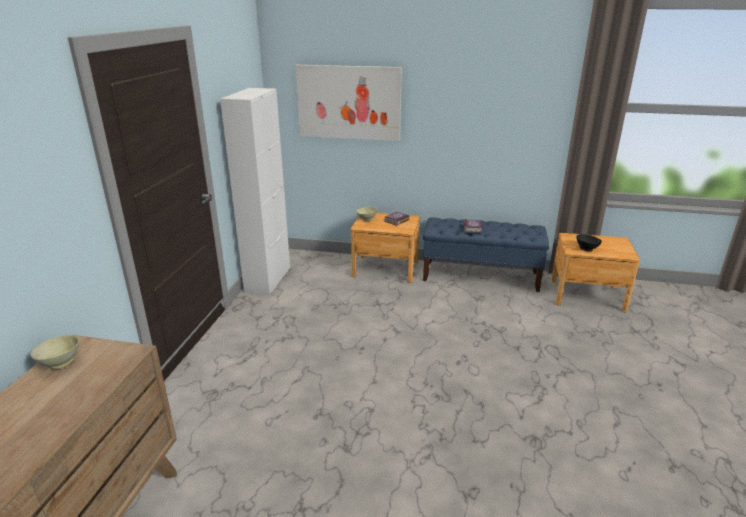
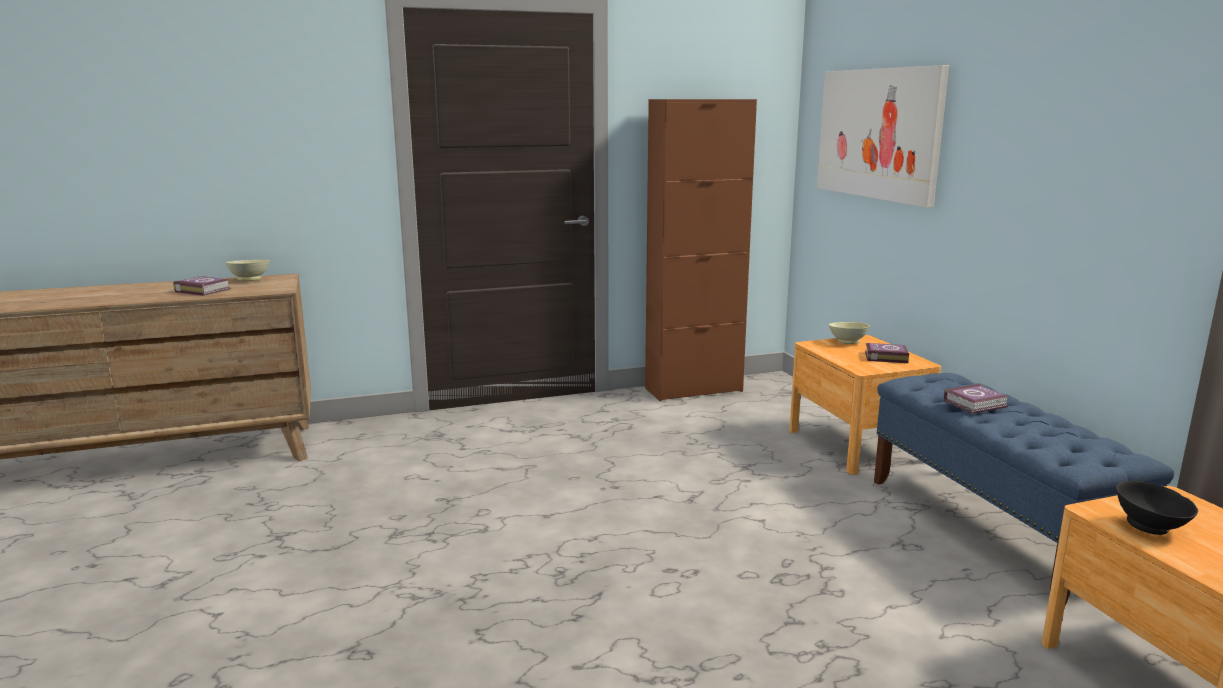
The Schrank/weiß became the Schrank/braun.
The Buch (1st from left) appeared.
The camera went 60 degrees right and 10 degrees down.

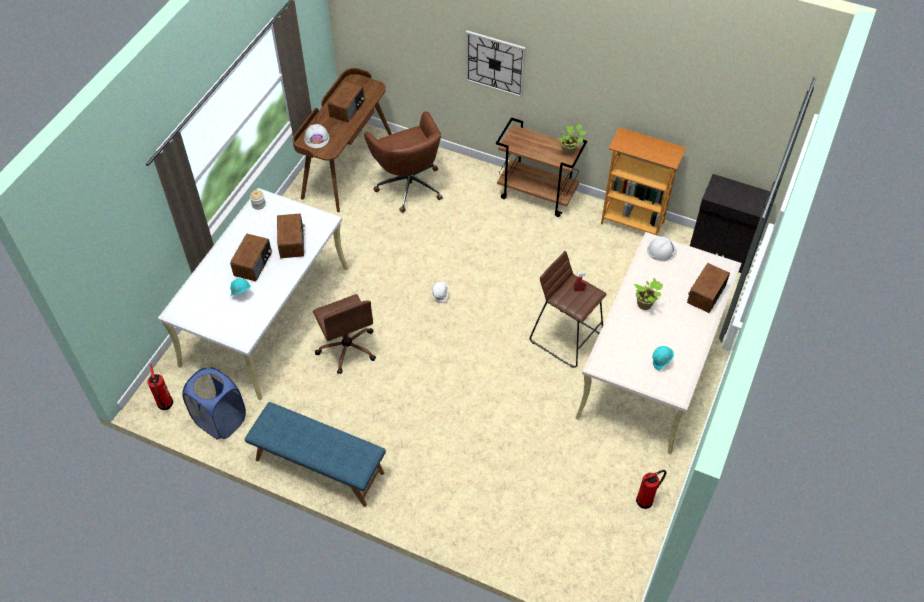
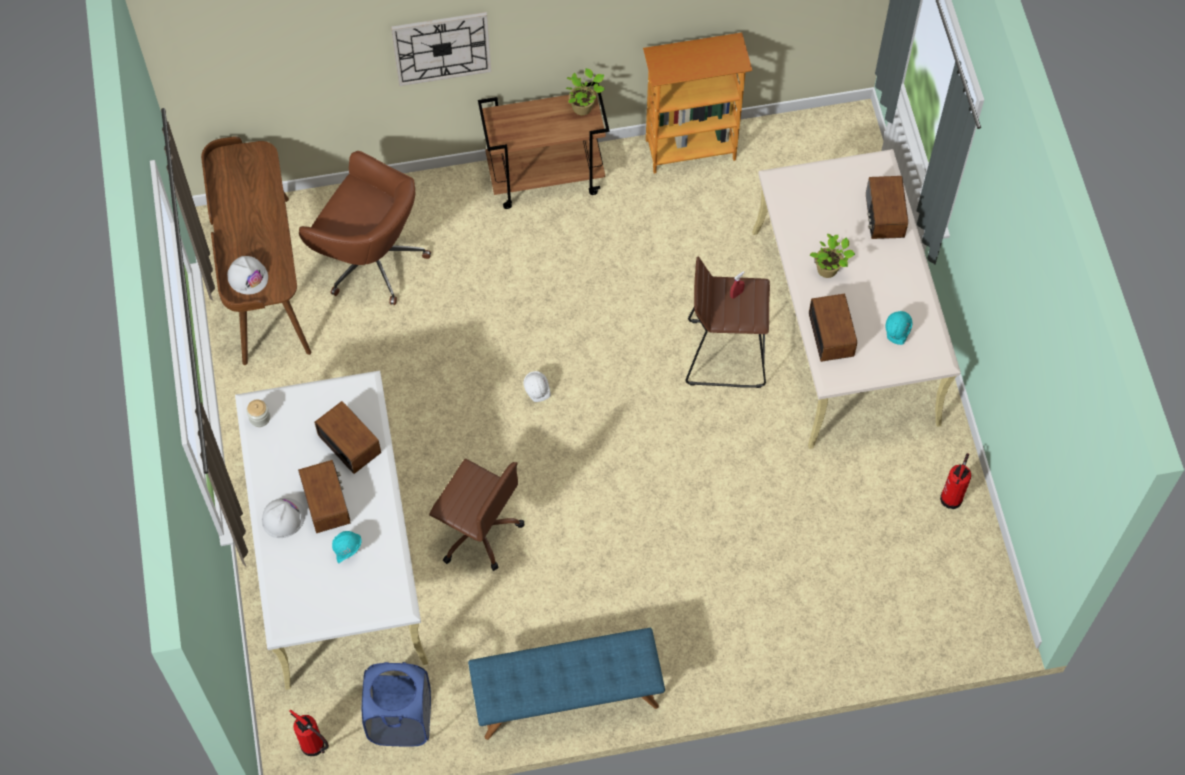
The Radio (3rd from left) moved.
The Schrank/schwarz disappeared.
The Schutzhelm/weiß (3rd from left in the first image) moved.
The camera went 35 degrees left and 10 degrees up.

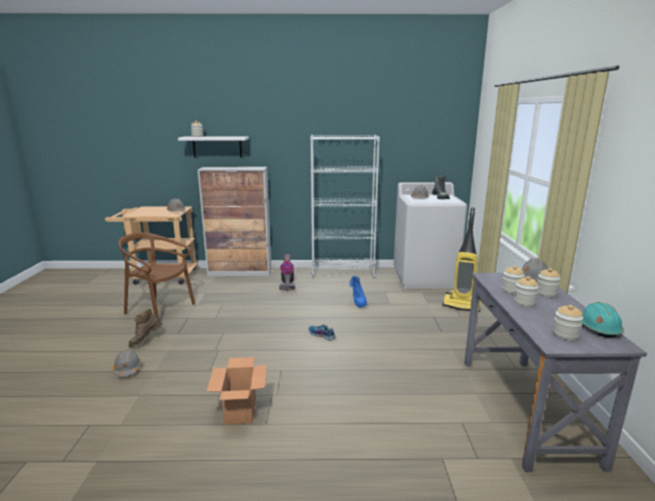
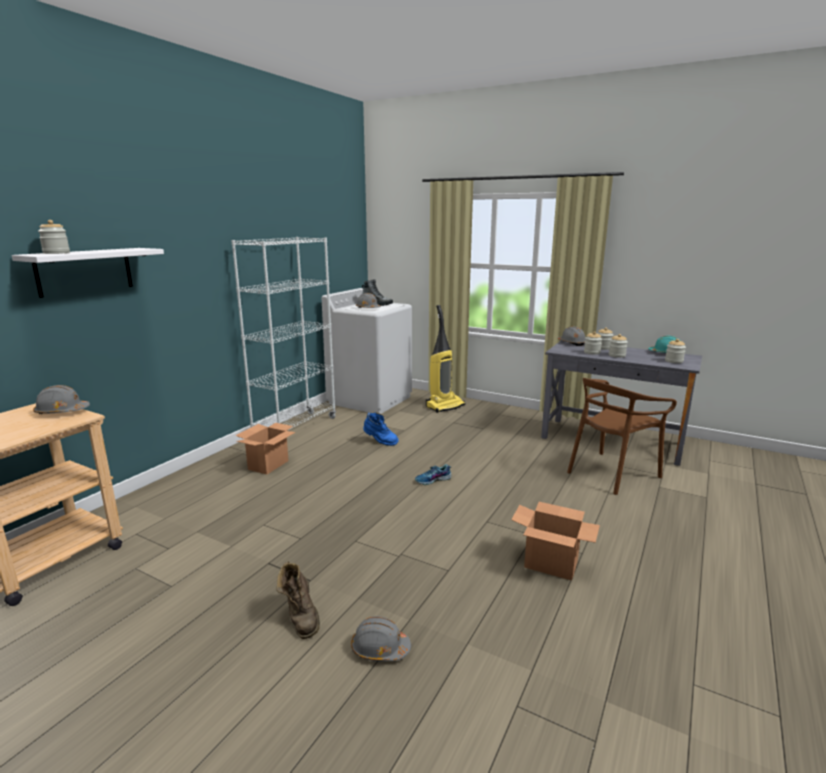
The Schrank disappeared.
The Stuhl/braun moved.
The Staubsauger (1st from left) was replaced by the Karton (1st from left).
The camera went 60 degrees left and 0 degrees up.

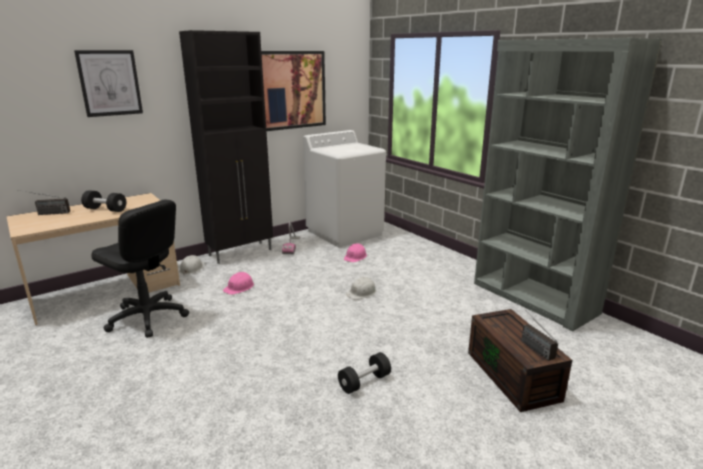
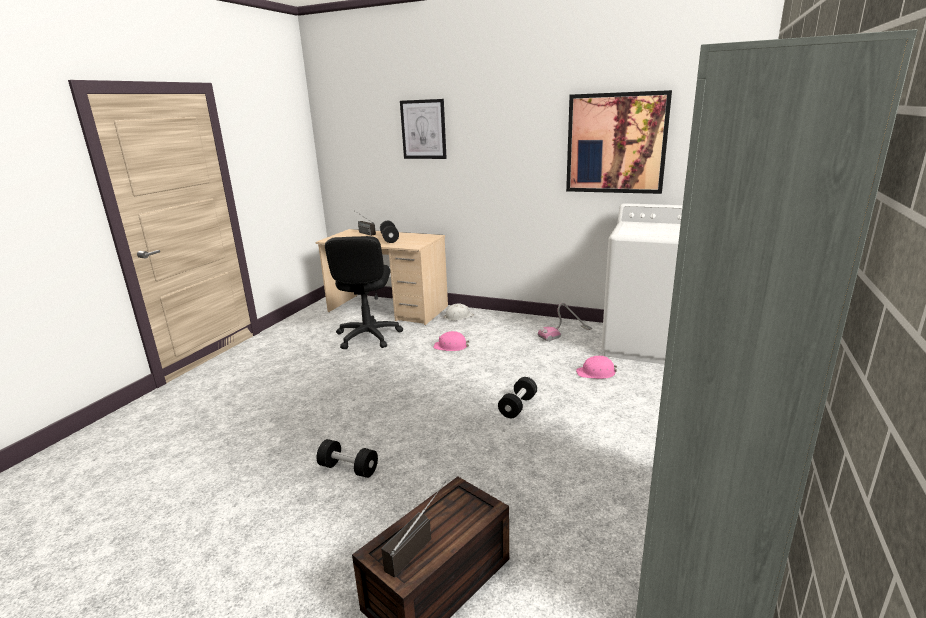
The Schrank/schwarz disappeared.
The Schutzhelm/weiß (2nd from left) was replaced by the Hantel/schwarz (3rd from left).
The camera went 60 degrees right and 0 degrees up.

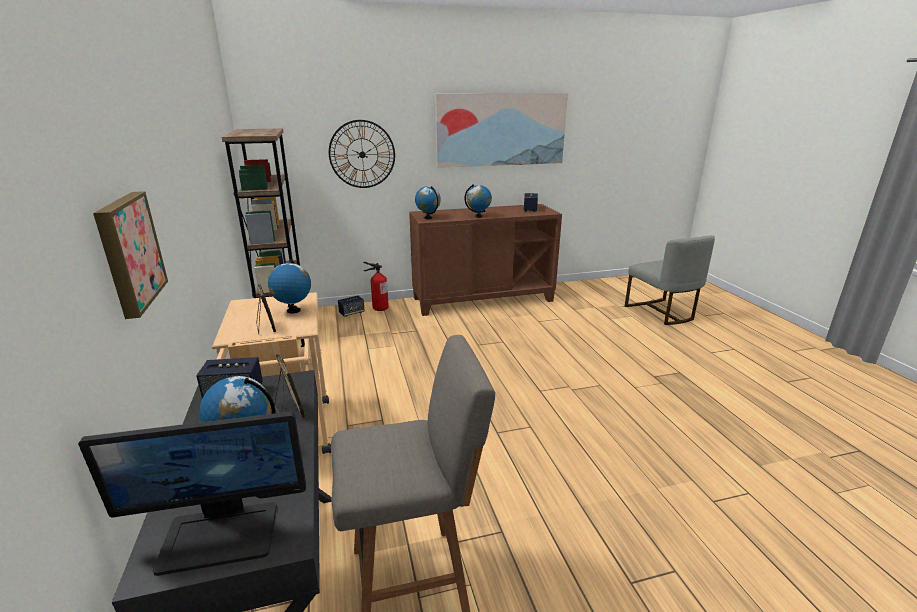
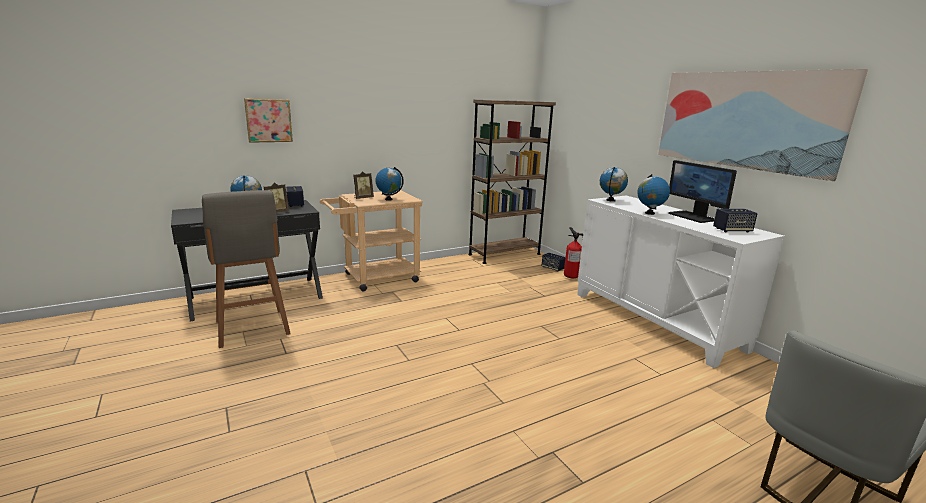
The Wanduhr disappeared.
The Schrank/braun became the Schrank/weiß.
The Monitor moved.
The camera went 75 degrees right and 5 degrees down.

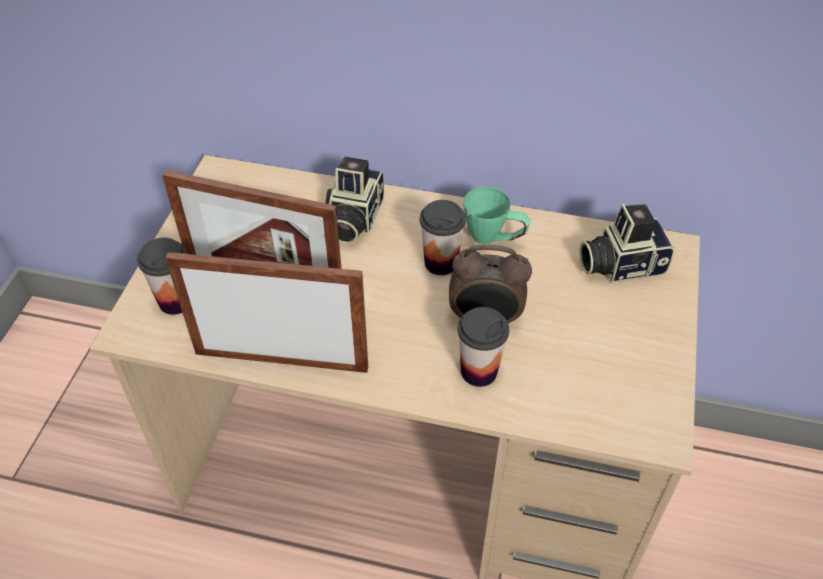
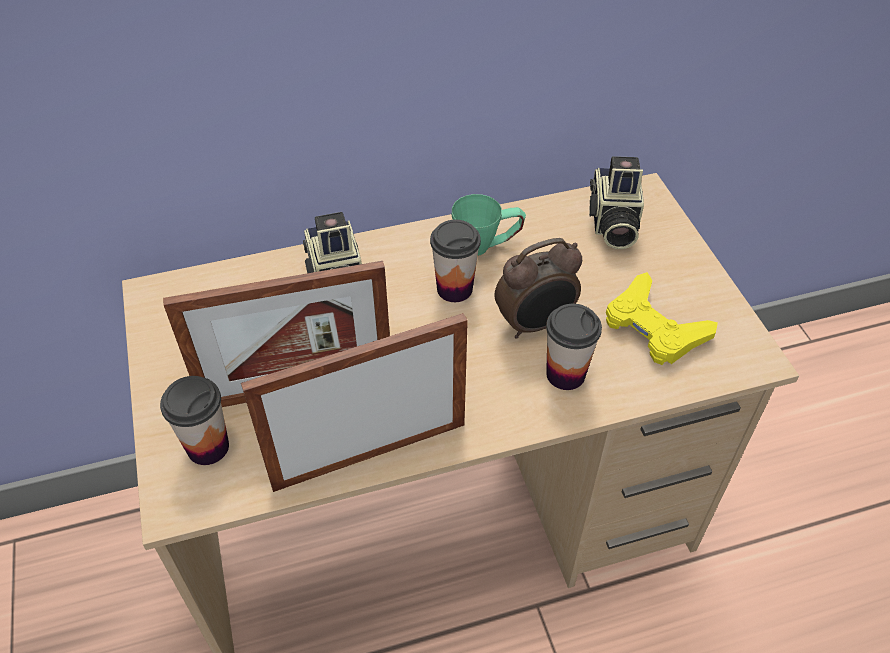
The Kamera (2nd from left) turned 45 degrees counterclockwise.
The Gamepad/gelb appeared.
The camera went 30 degrees left and 0 degrees up.

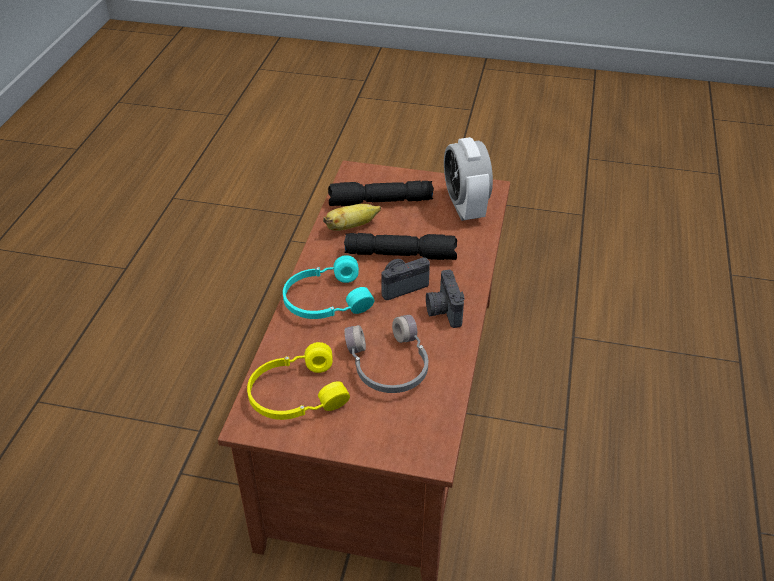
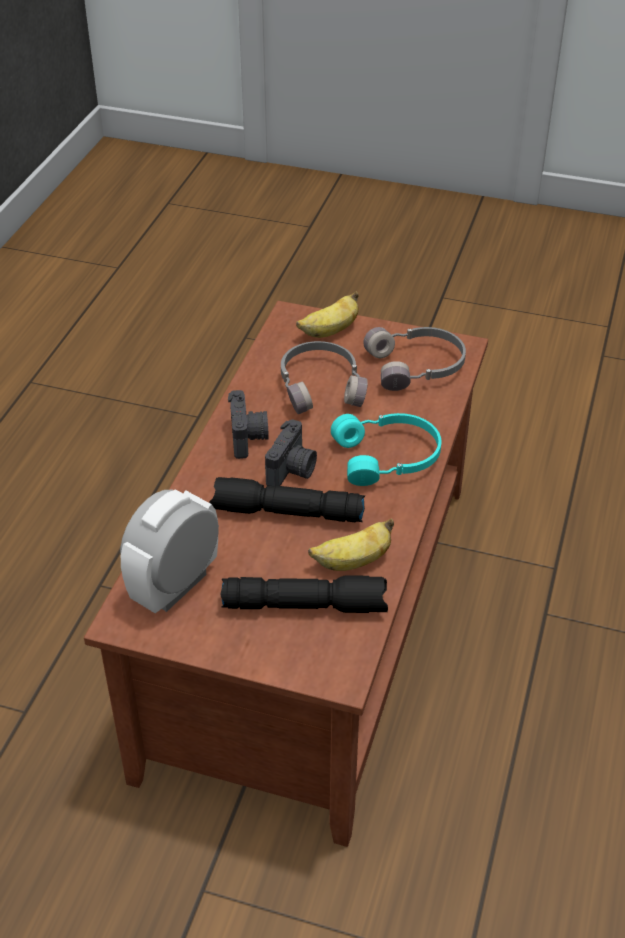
The Wecker turned 135 degrees counterclockwise.
The Kamera (1st from left in the first image) turned 45 degrees counterclockwise.
The Kopfhörer/gelb became the Kopfhörer/grau (2nd from left).
The Banane (1st from left) appeared.
The camera went 175 degrees left and 0 degrees up.

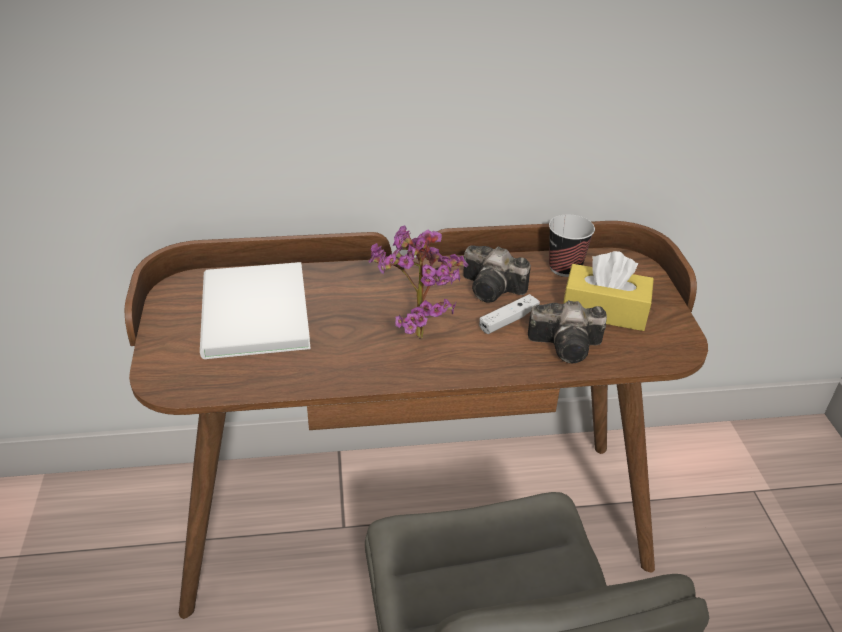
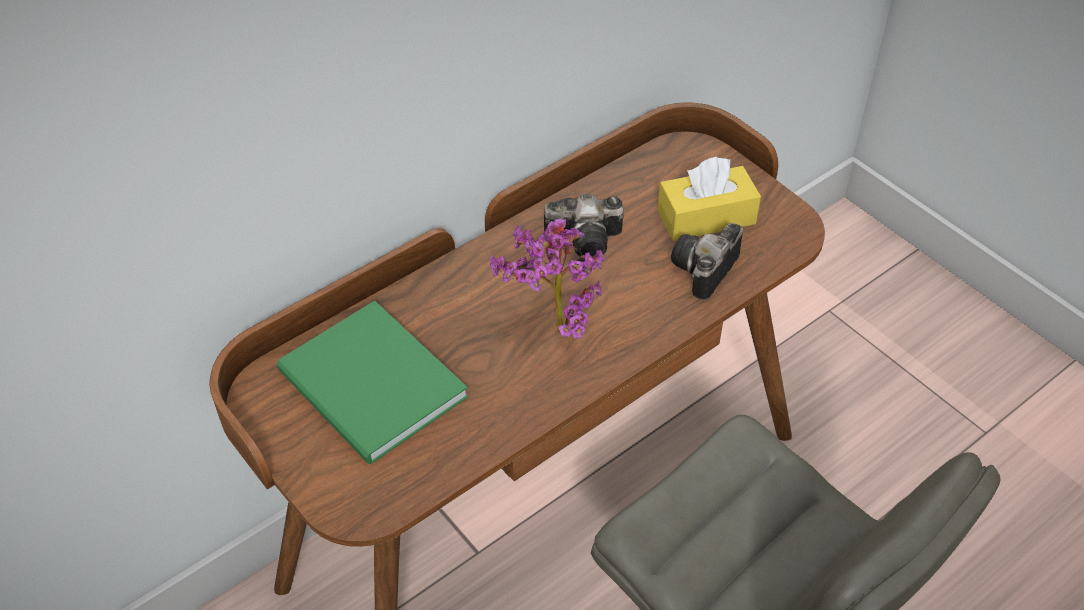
The Tasse disappeared.
The Buch/weiß became the Buch/grün.
The Gamepad/weiß disappeared.
The Kamera (2nd from left) turned 150 degrees clockwise.
The camera went 30 degrees left and 10 degrees up.

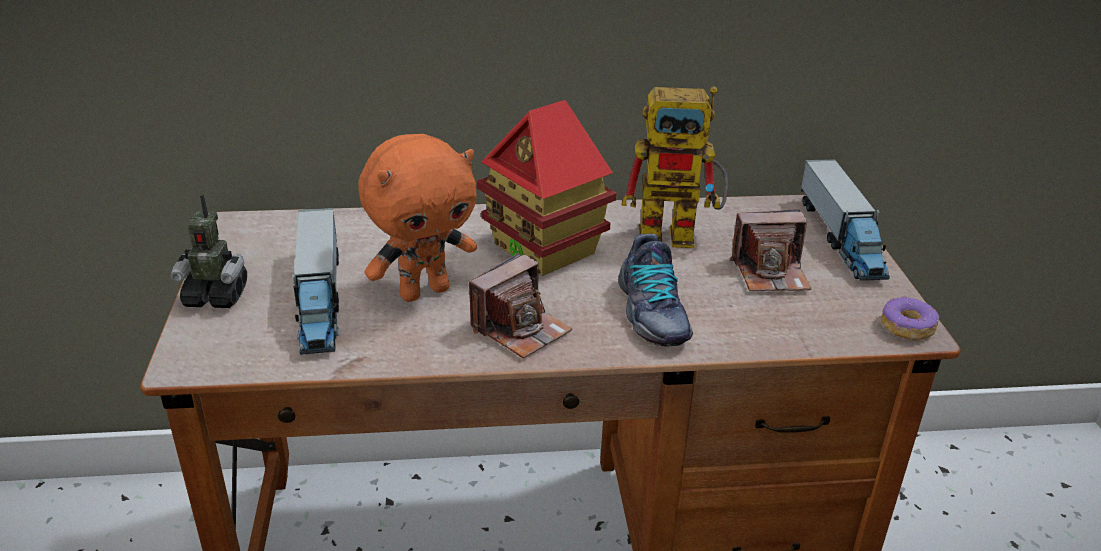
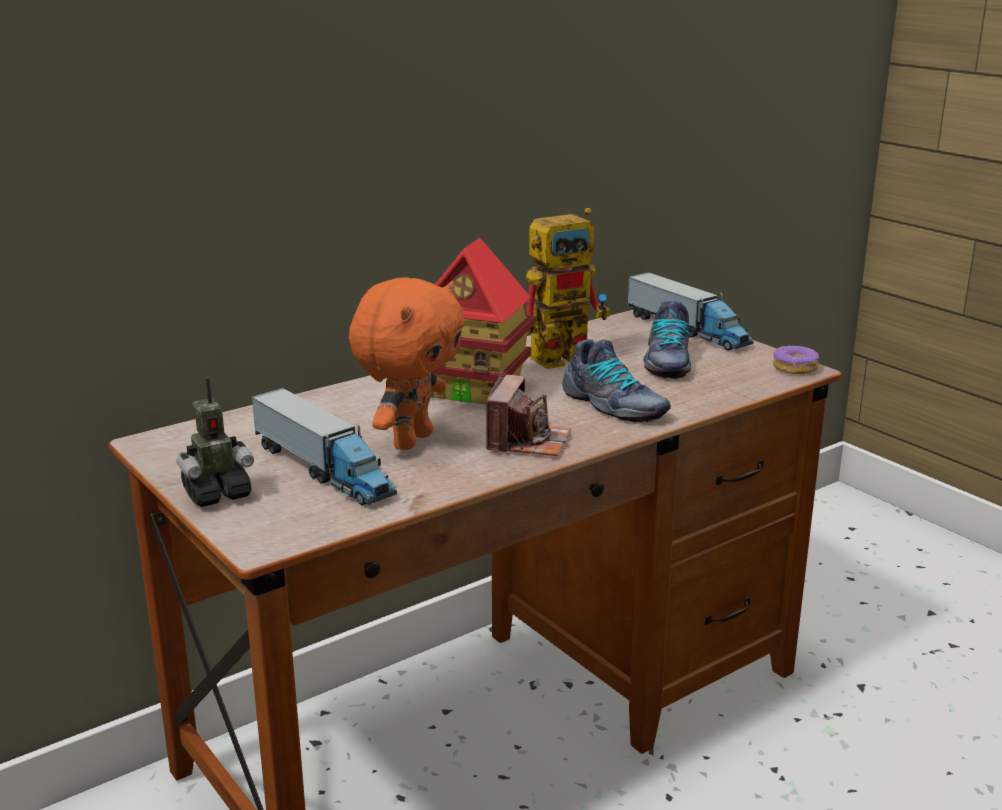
The Kamera (2nd from left) was replaced by the Schuh (2nd from left).
The camera went 30 degrees left and 10 degrees down.

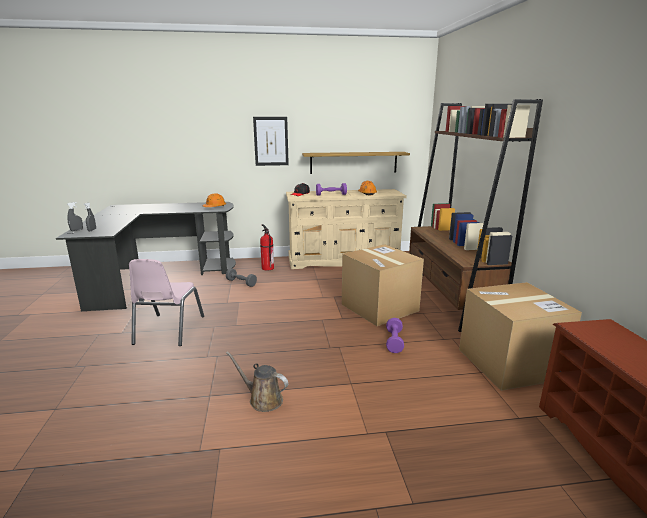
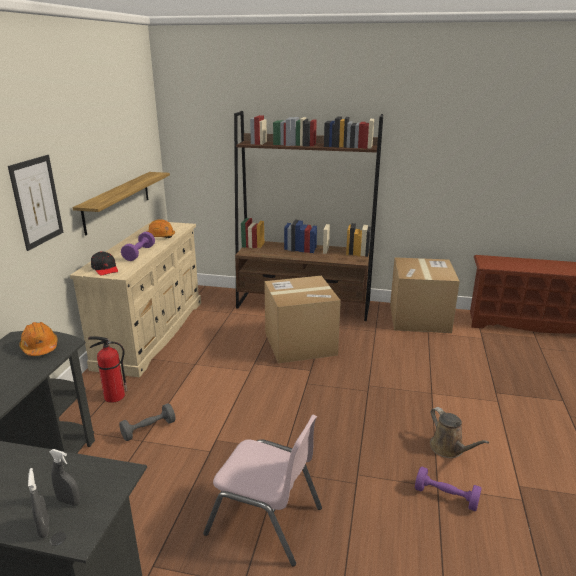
The Hantel/lila (2nd from left) moved.
The Gießkanne/braun turned 75 degrees counterclockwise.
The camera went 70 degrees left and 5 degrees up.

